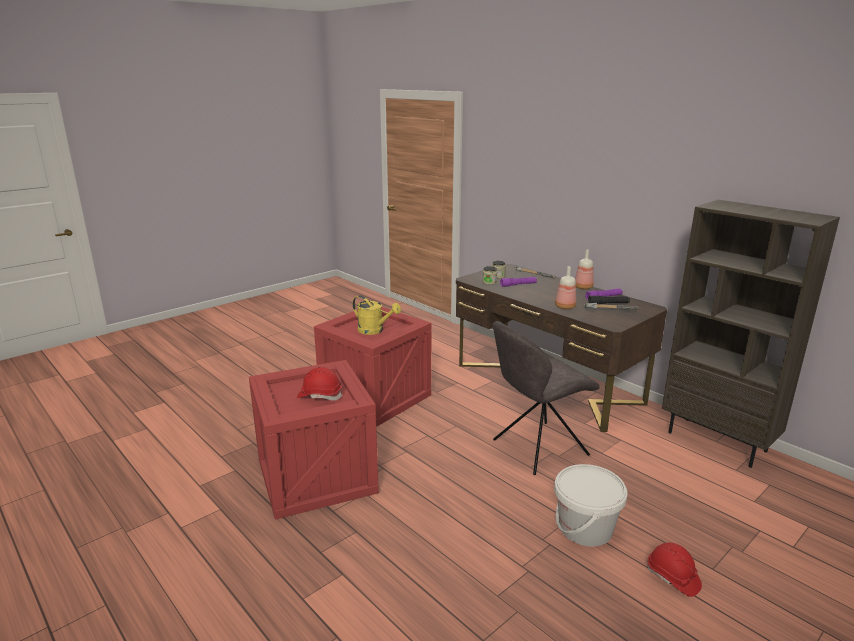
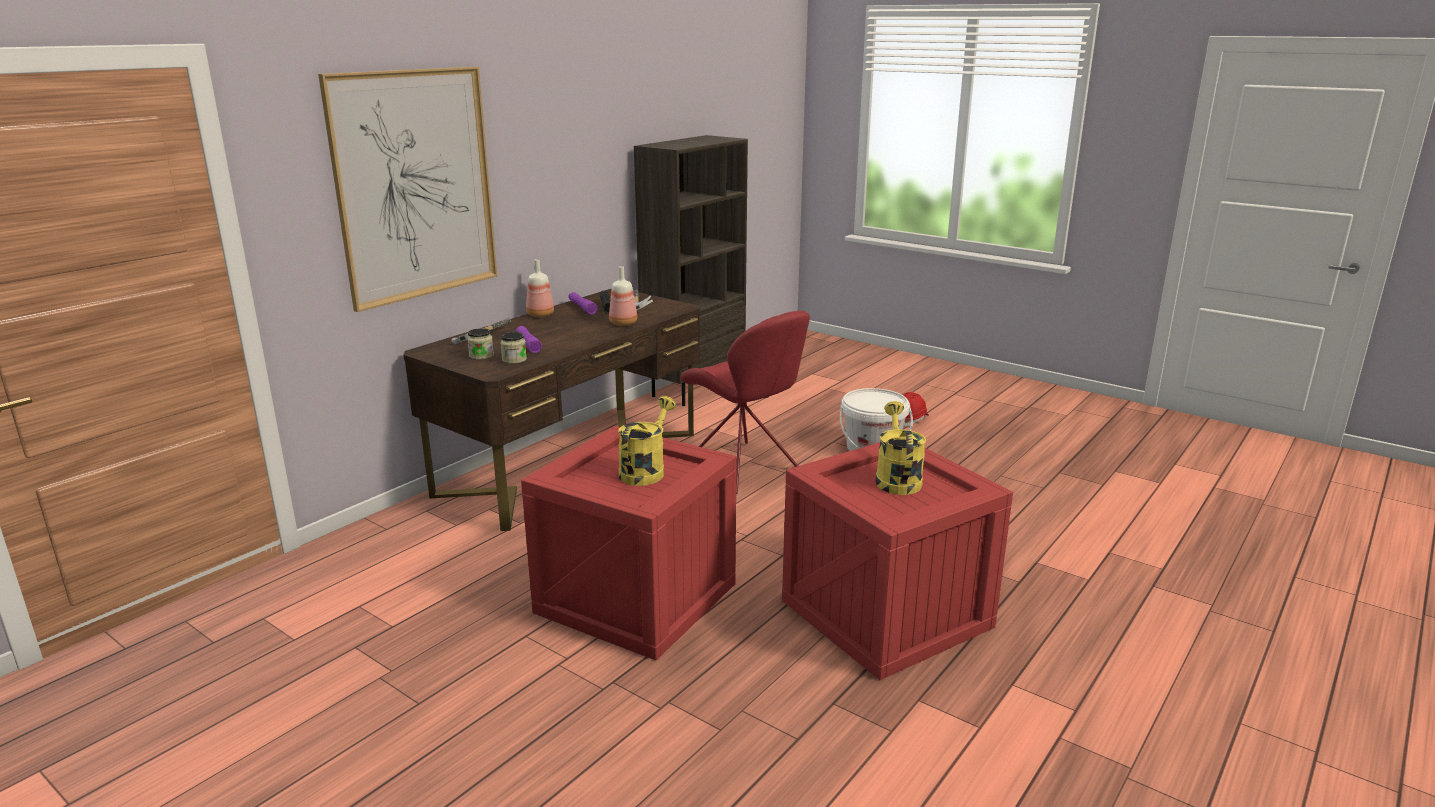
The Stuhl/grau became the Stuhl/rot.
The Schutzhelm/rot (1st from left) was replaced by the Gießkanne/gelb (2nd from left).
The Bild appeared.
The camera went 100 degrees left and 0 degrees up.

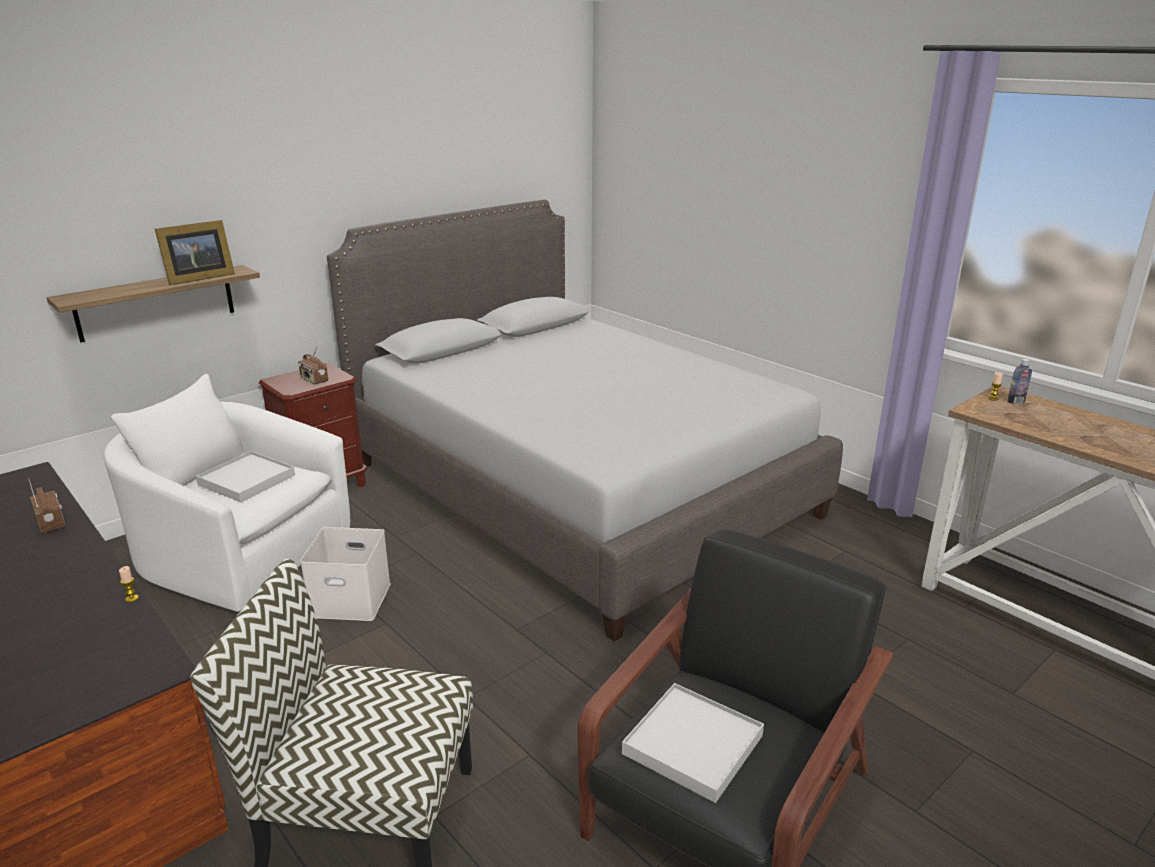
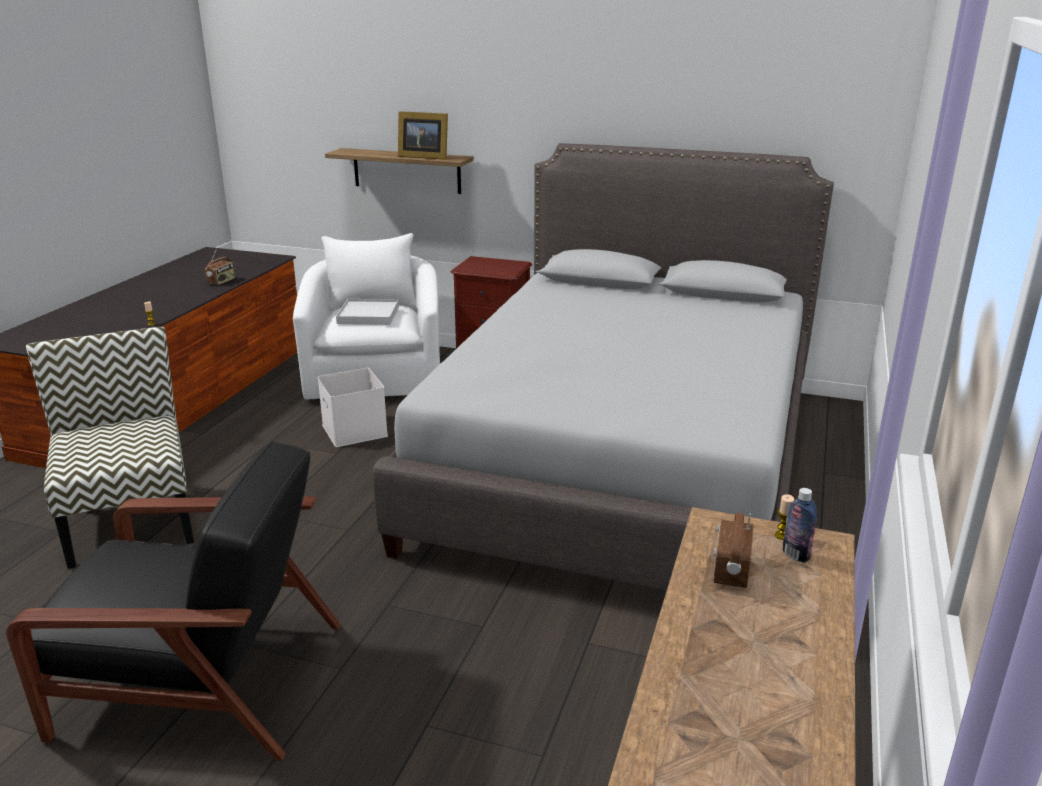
The Radio (2nd from left) moved.
The Tablett/weiß (2nd from left) disappeared.
The camera went 60 degrees right and 0 degrees up.

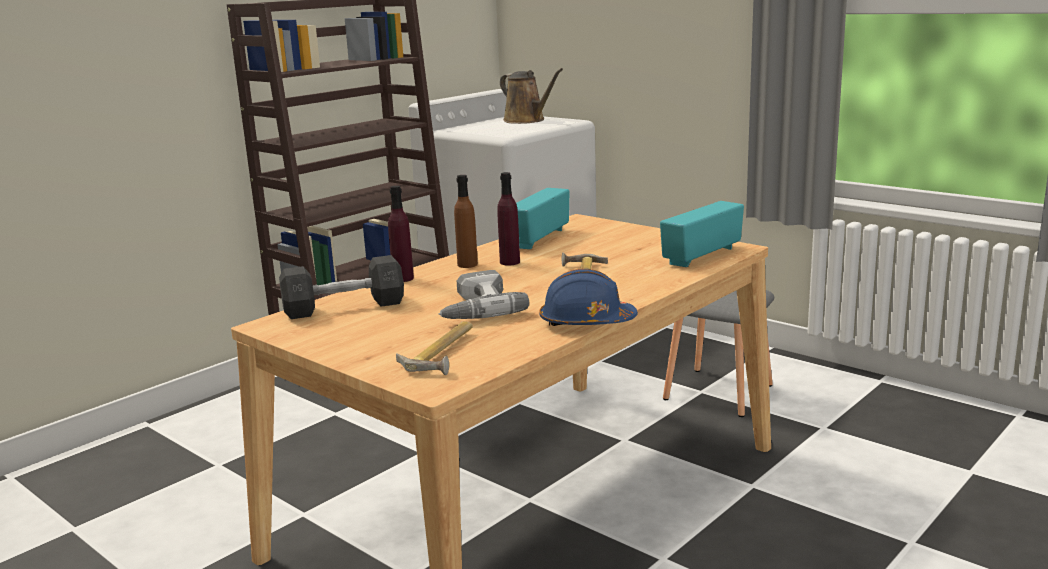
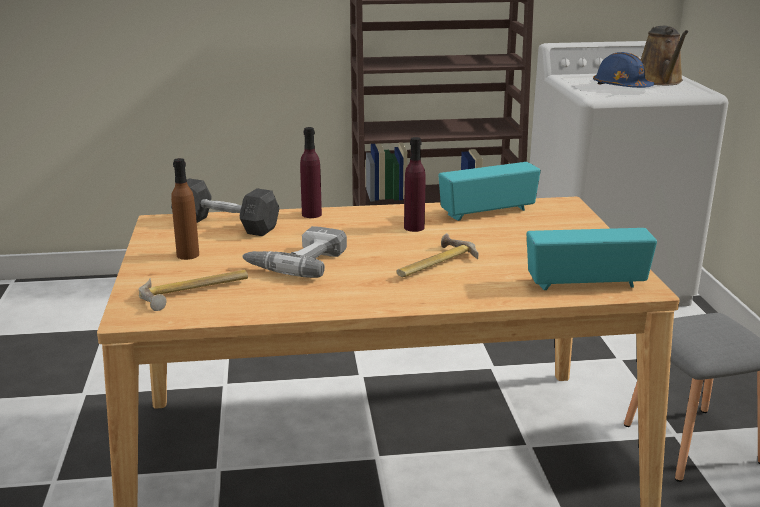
The Flasche/braun moved.
The Schutzhelm/blau moved.
The camera went 40 degrees right and 5 degrees up.

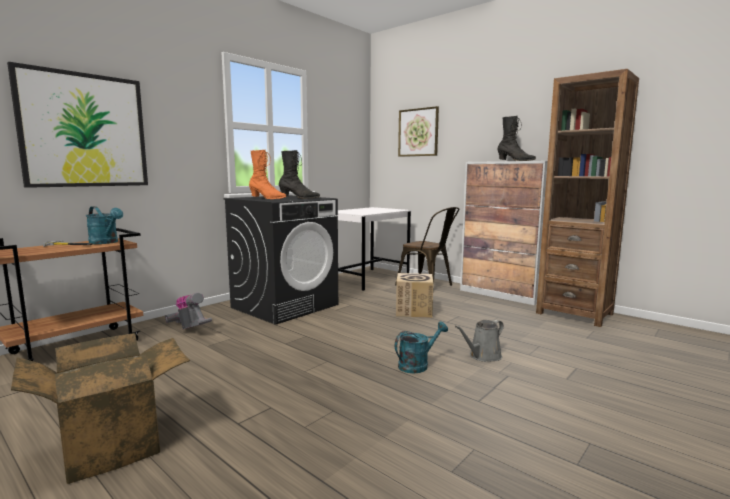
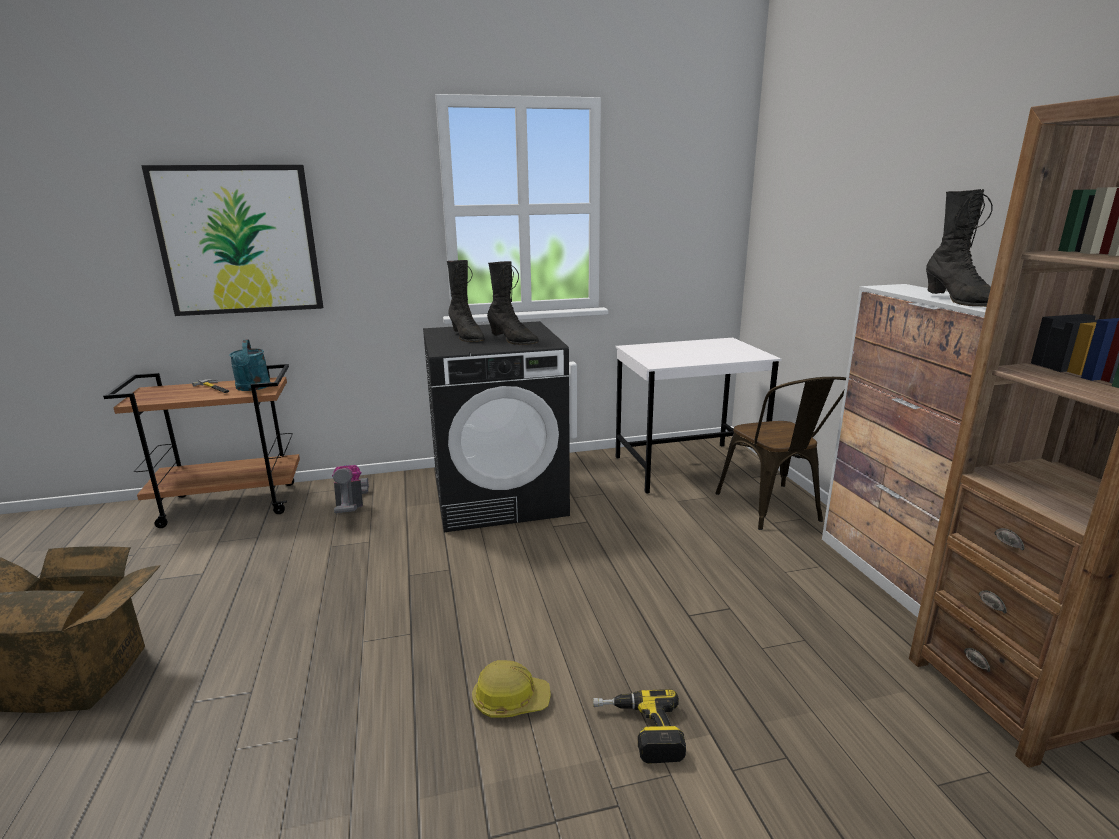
The Bild (2nd from left) disappeared.
The Stiefel/orange became the Stiefel/schwarz (1st from left).
The Karton (2nd from left) disappeared.
The Gießkanne/grau was replaced by the Bohrmaschine.
The Gießkanne/türkis (2nd from left) was replaced by the Schutzhelm.
The camera went 35 degrees right and 10 degrees up.

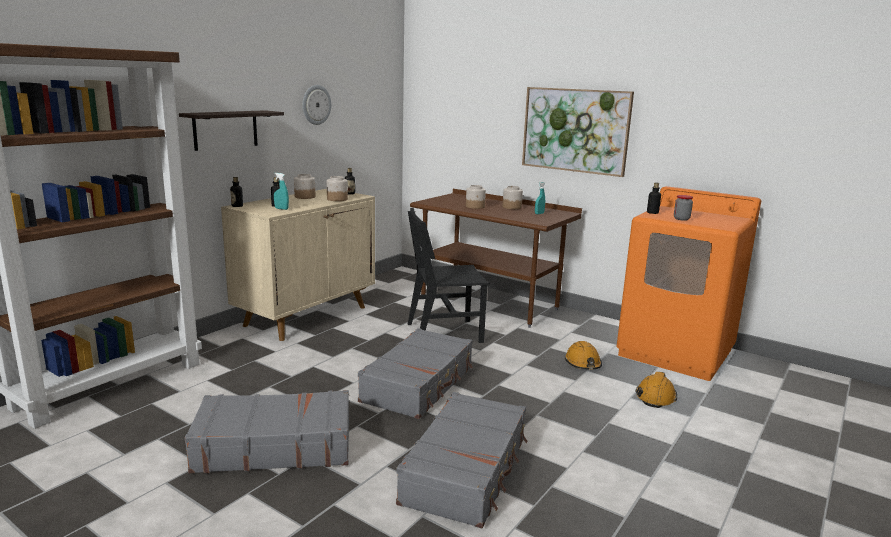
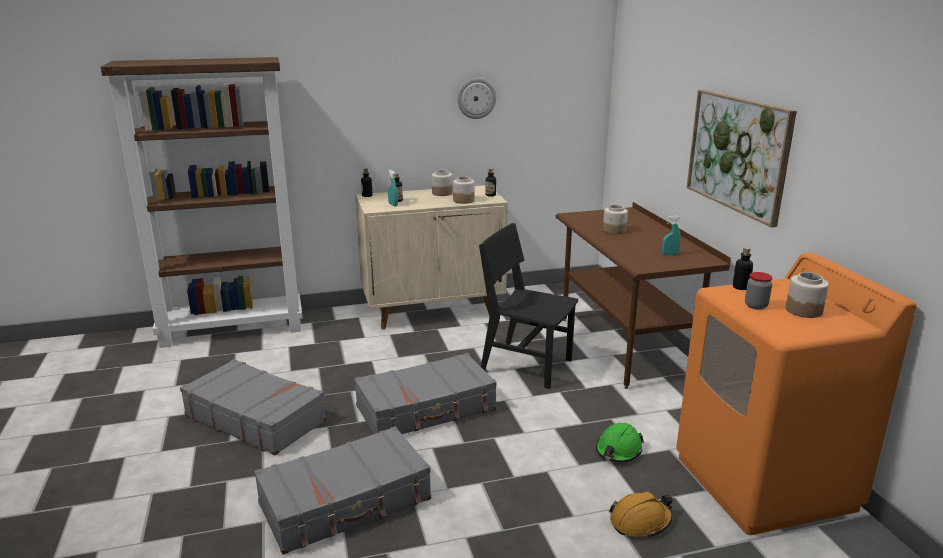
The Wandregal disappeared.
The Vorratsglas (4th from left in the first image) moved.
The Schutzhelm/orange (1st from left) became the Schutzhelm/grün.
The camera went 40 degrees right and 5 degrees up.

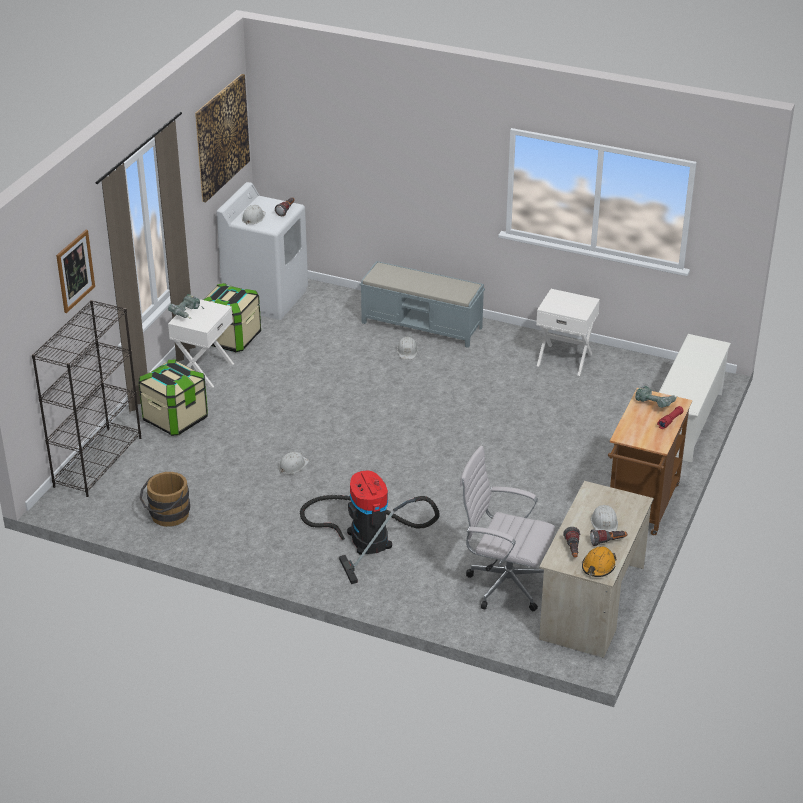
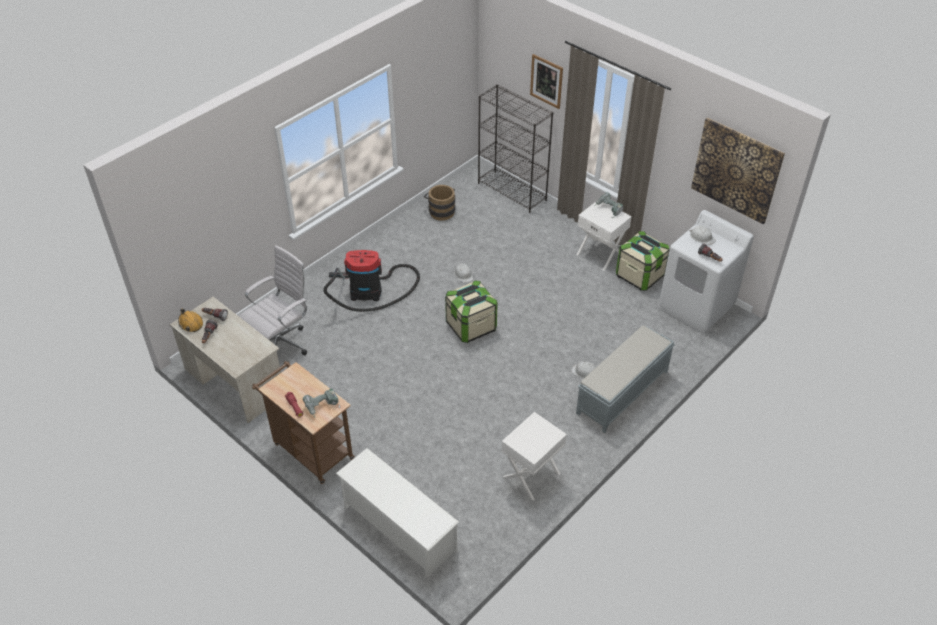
The Aufbewahrungsbox (1st from left) moved.
The Schutzhelm/weiß (4th from left) disappeared.
The camera went 110 degrees right and 10 degrees up.

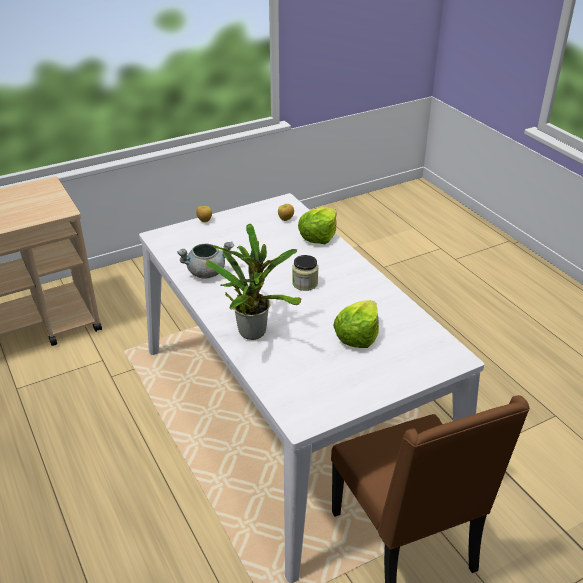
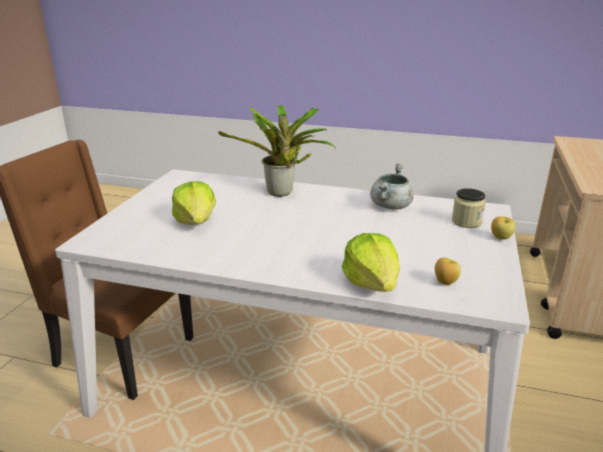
The Vorratsglas moved.
The camera went 135 degrees right and 10 degrees down.

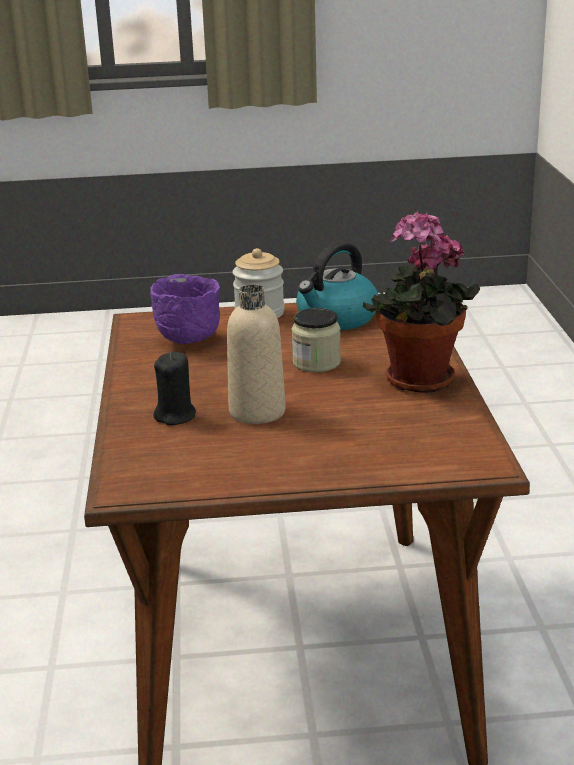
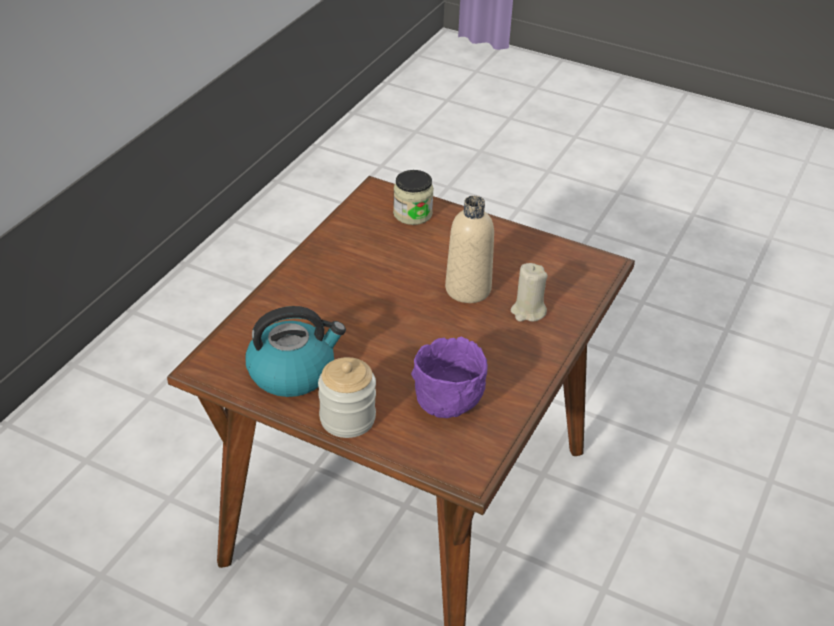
The Topfpflanze disappeared.
The Vorratsglas (2nd from left) moved.
The Kerze/schwarz became the Kerze/beige.
The camera went 150 degrees left and 15 degrees up.

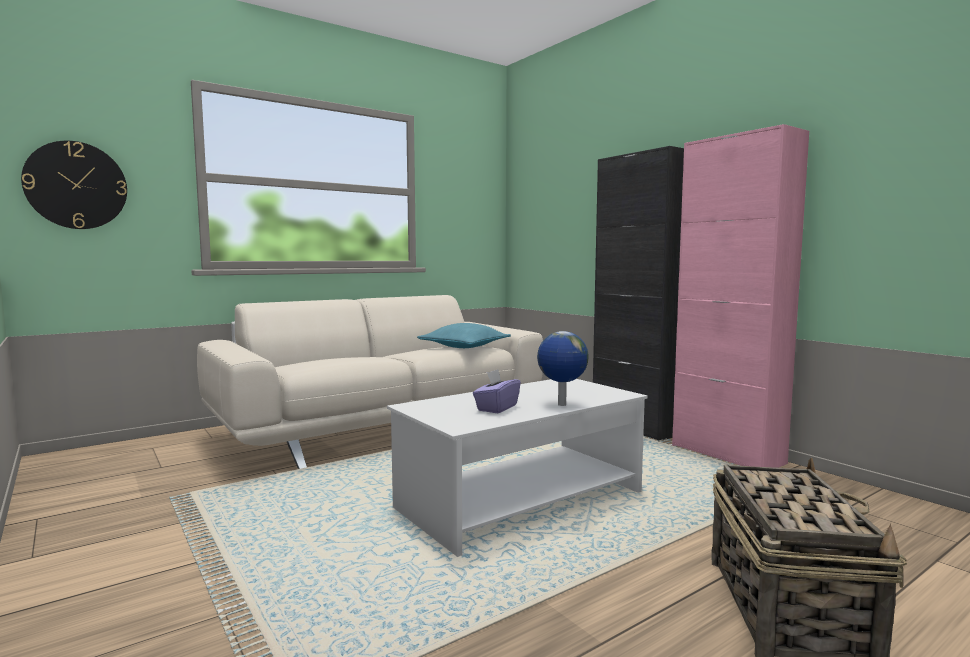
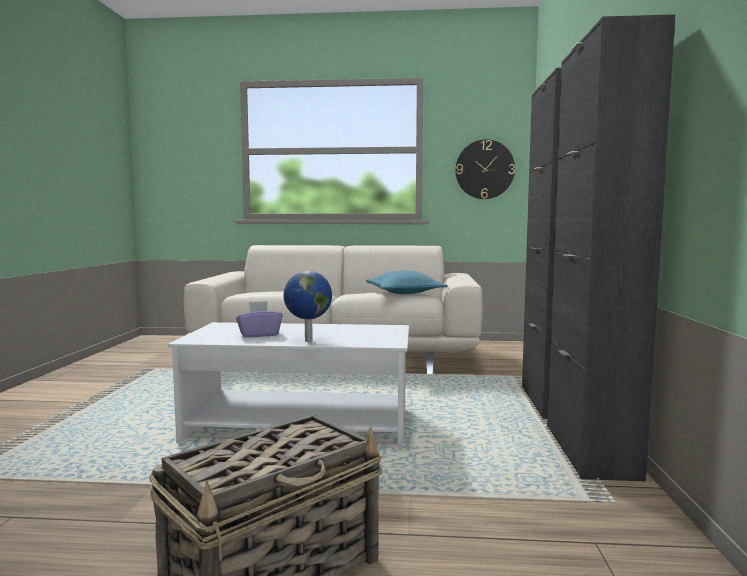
The Schrank/rosa became the Schrank/schwarz (2nd from left).
The Wanduhr moved.
The camera went 40 degrees right and 0 degrees up.

